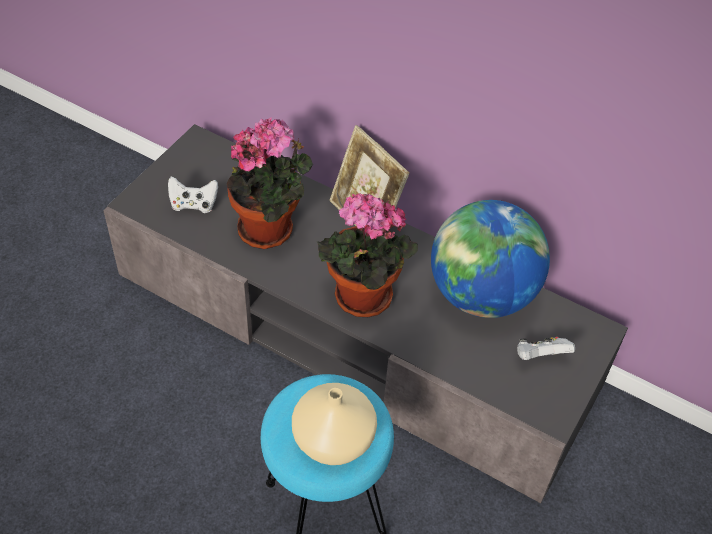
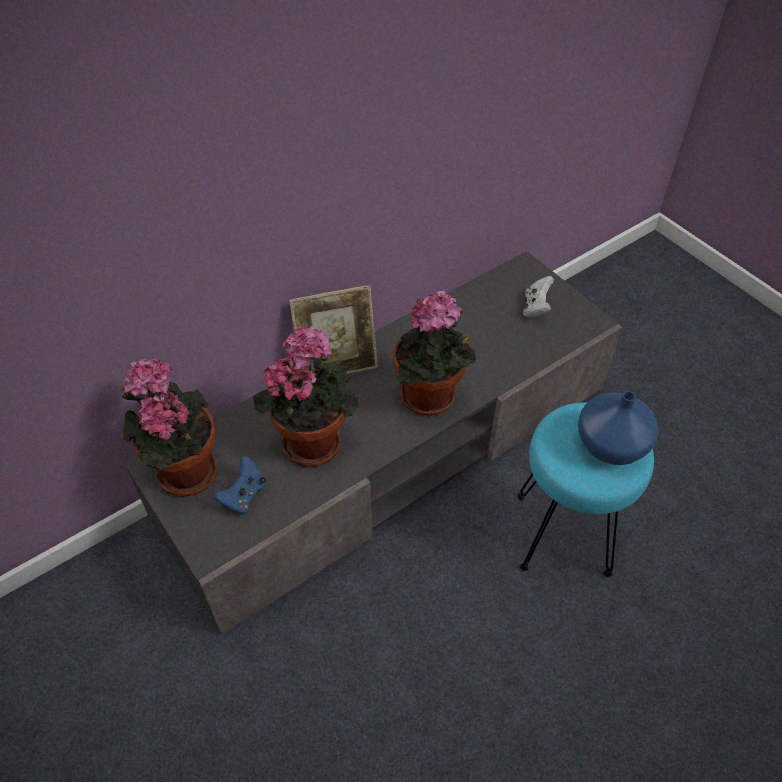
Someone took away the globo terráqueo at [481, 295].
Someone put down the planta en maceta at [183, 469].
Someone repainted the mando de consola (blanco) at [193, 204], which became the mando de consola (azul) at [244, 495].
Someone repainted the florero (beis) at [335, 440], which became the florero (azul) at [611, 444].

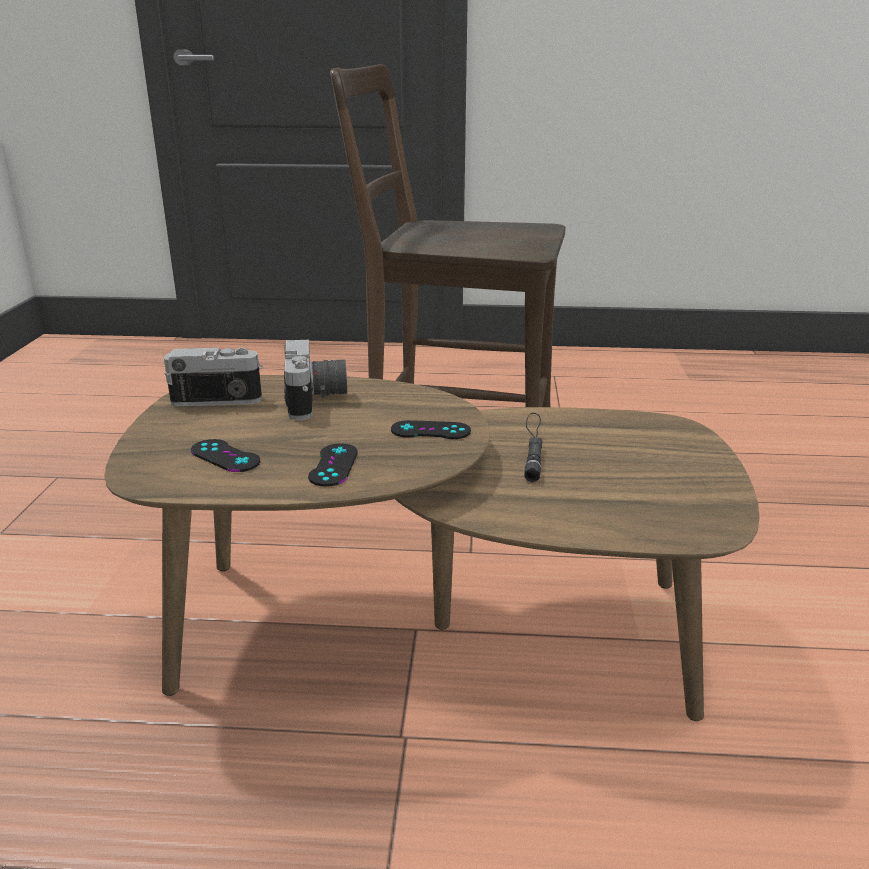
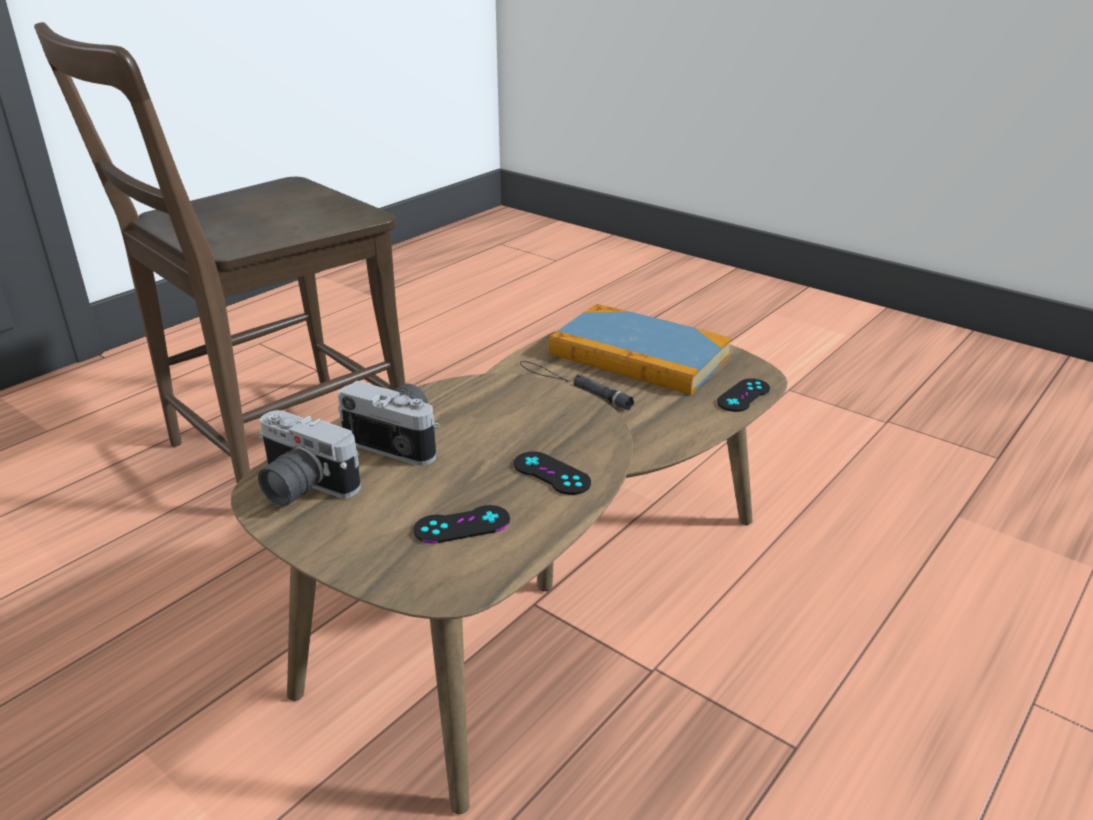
Someone put down the libro at [639, 355].
Someone carried the mando de consola (negro) from [430, 430] to [743, 395].
Someone rotated the cámara at [219, 394] by 90 degrees counterclockwise.

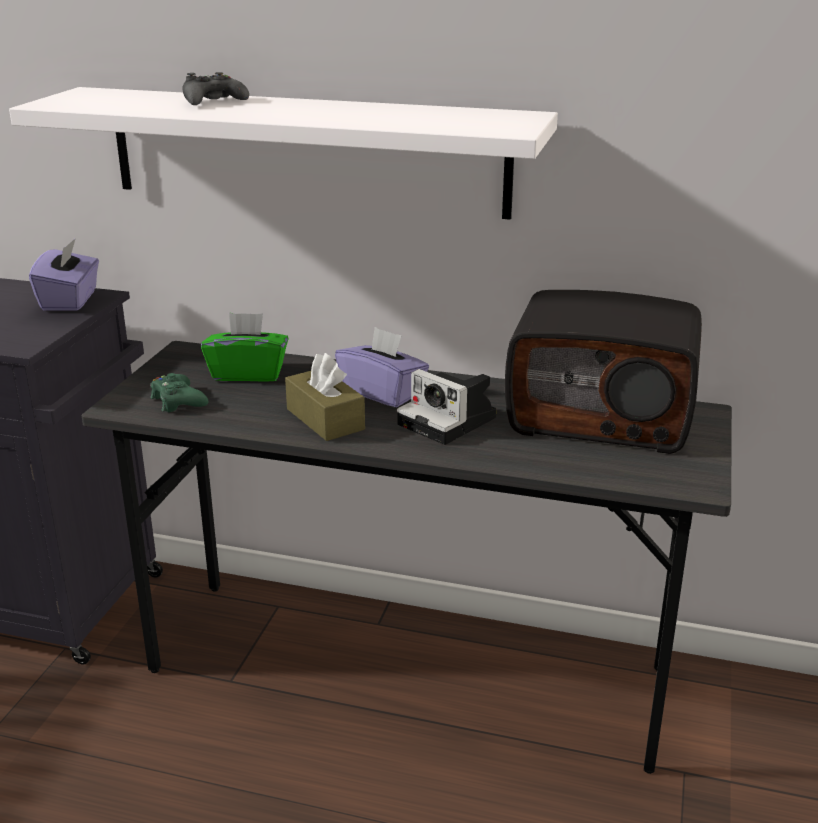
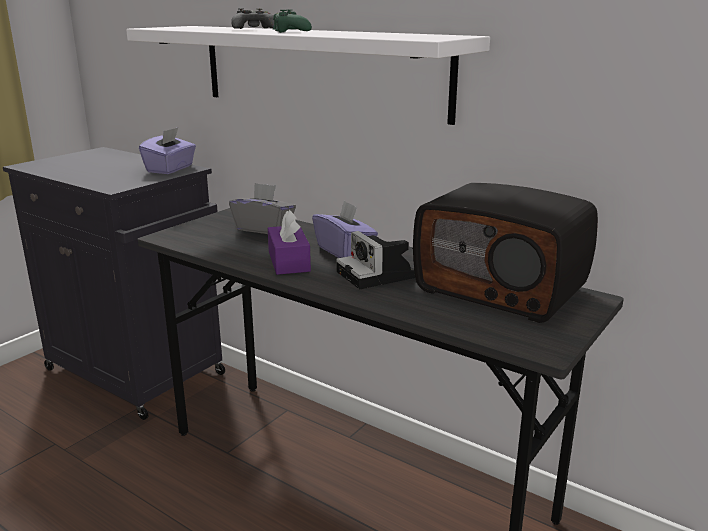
Someone carried the mando de consola (verde) from [178, 401] to [291, 31].
Someone repainted the caja de pañuelos (verde) at [248, 373], which became the caja de pañuelos (gris) at [264, 229].
Someone repainted the caja de pañuelos (marrón) at [325, 419], which became the caja de pañuelos (morado) at [289, 261].

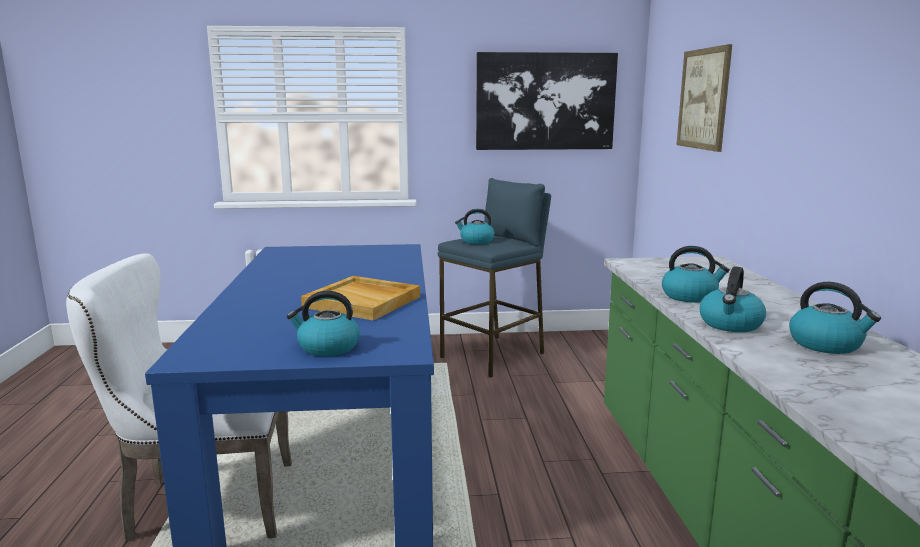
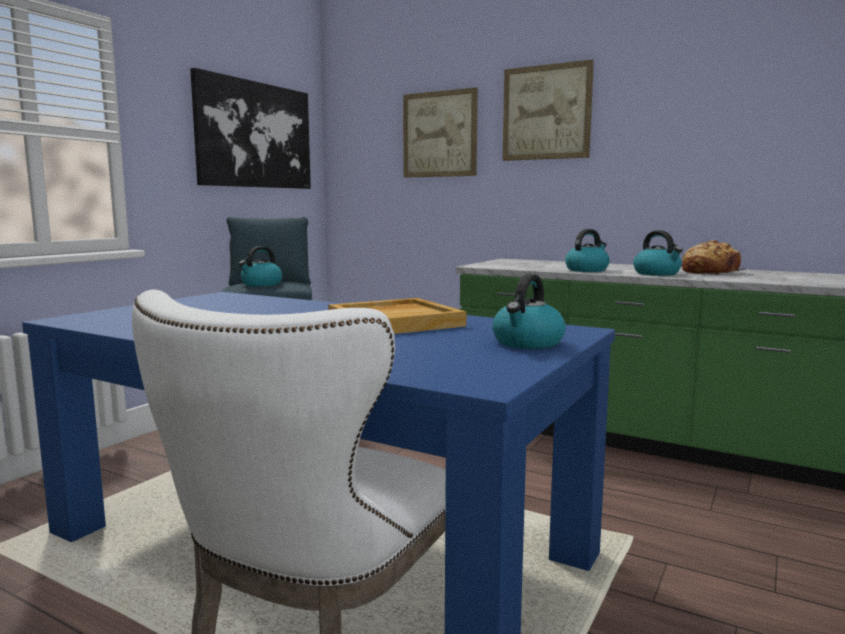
Someone put up the cuadro at [546, 112].
Someone swapped the hervidor at [826, 344] for the pan at [710, 272].

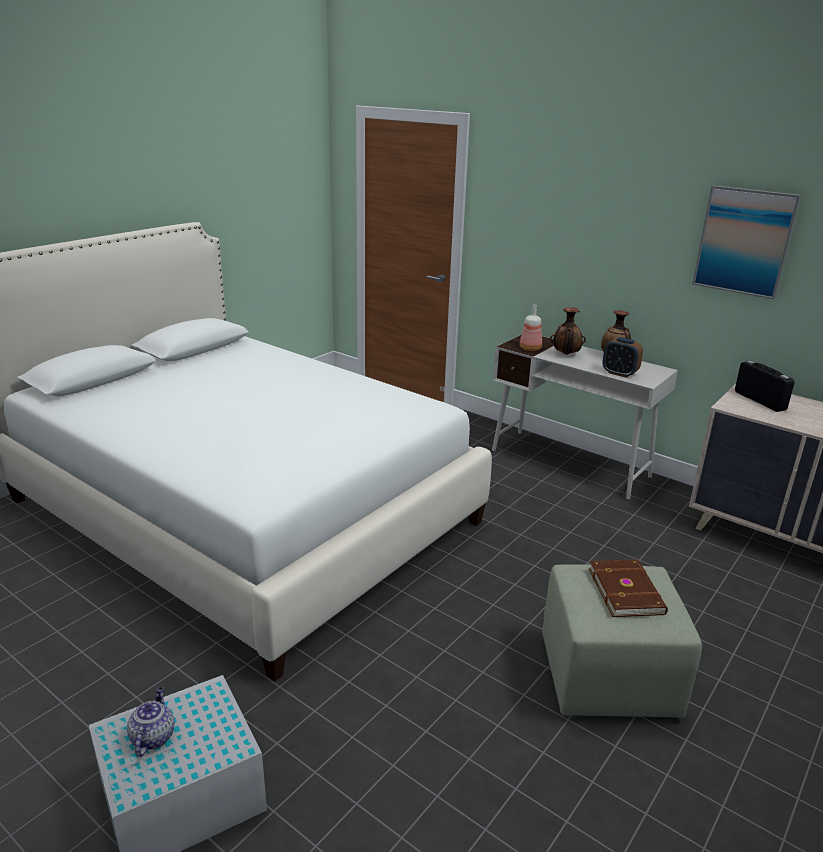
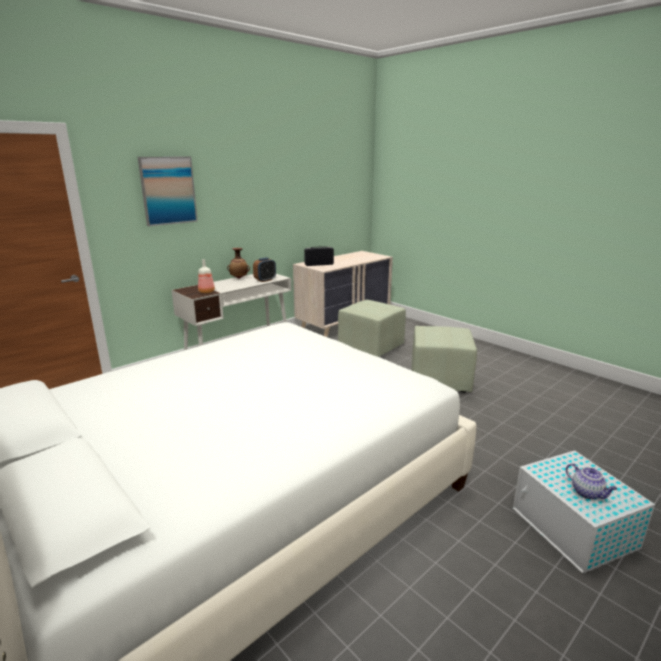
Someone took away the florero at [566, 354].
Someone took away the libro (marrón) at [627, 590].
Someone put down the puf (verde) at [371, 347].
Someone carried the cuadro from [744, 241] to [168, 190].
Someone rotated the tetera at [152, 737] by 135 degrees counterclockwise.

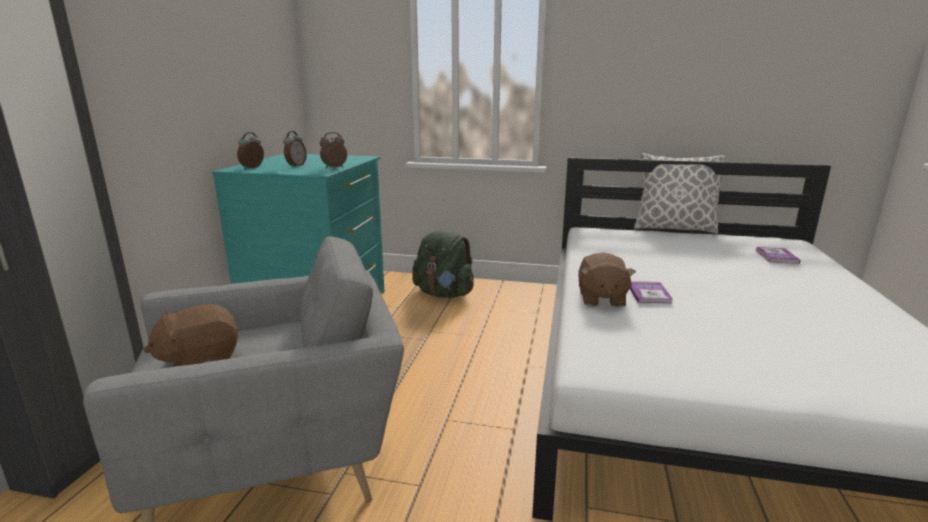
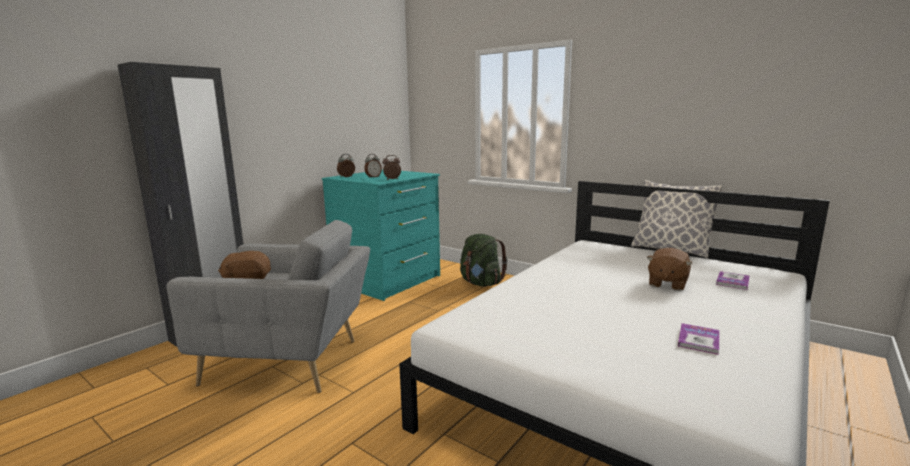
Someone carried the peluche (marrón) from [601, 299] to [667, 283].
Someone carried the libro from [649, 294] to [698, 340].

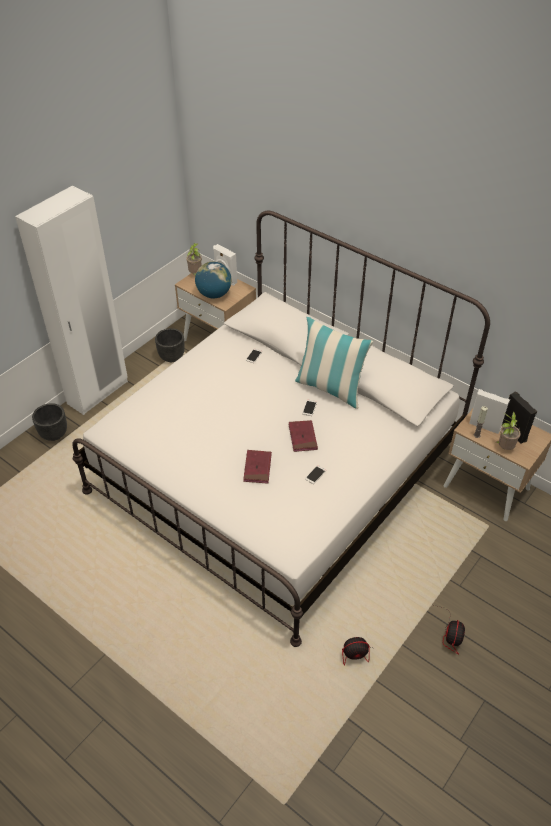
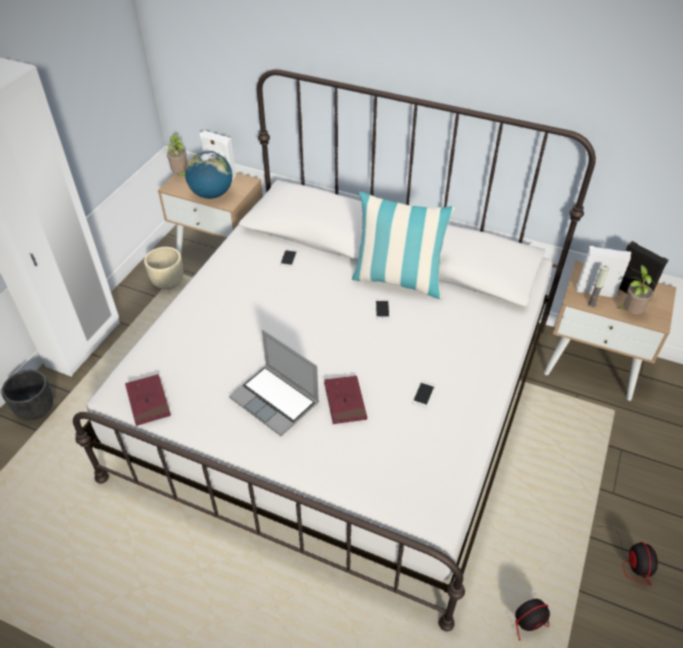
Someone put down the portátil at [276, 400].
Someone carried the libro (rojo) from [302, 437] to [148, 401].
Someone repainted the maceta (negro) at [172, 357], which became the maceta (beis) at [168, 282].

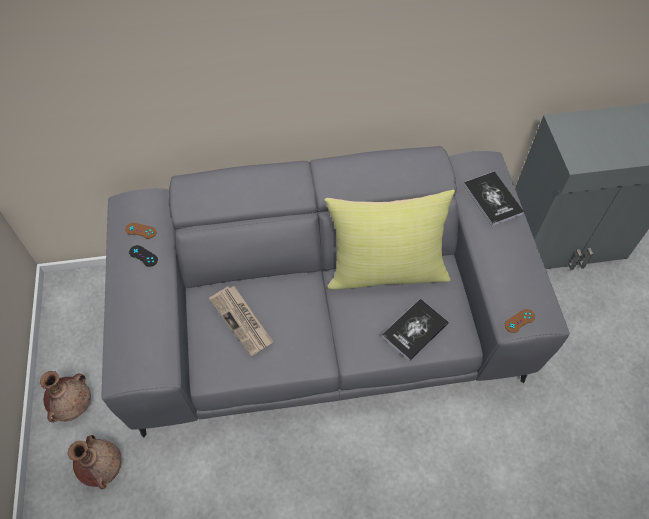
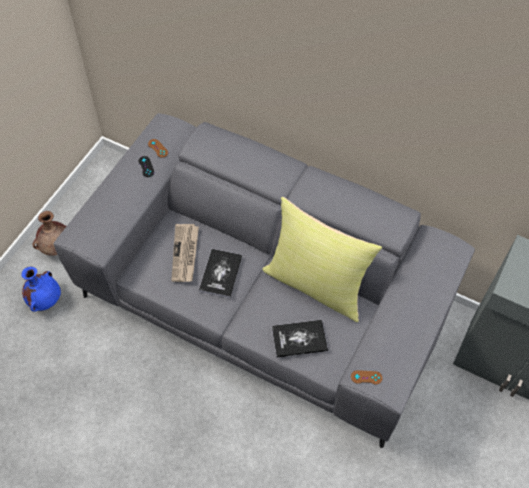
Someone carried the libro from [492, 199] to [220, 273].
Someone repainted the florero (marrón) at [103, 467], which became the florero (azul) at [45, 300].

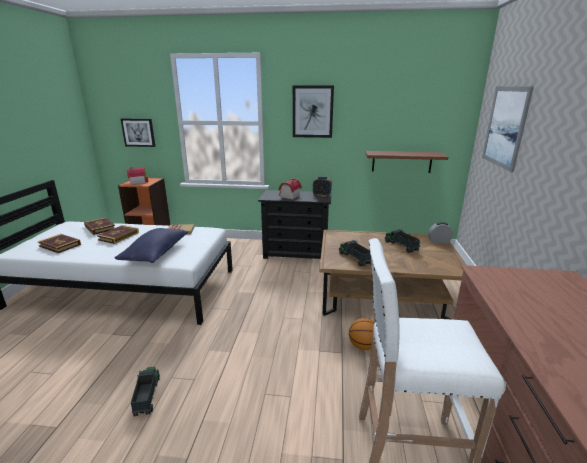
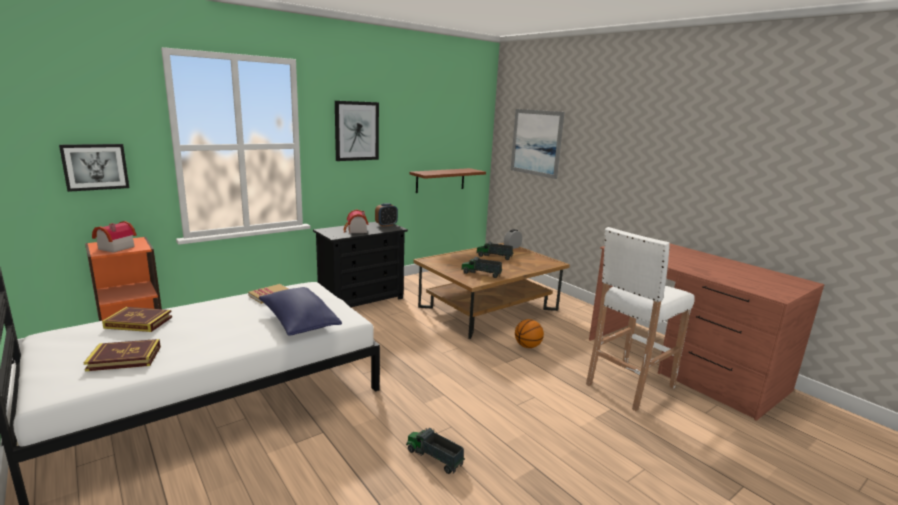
Someone took away the libro at [119, 236].

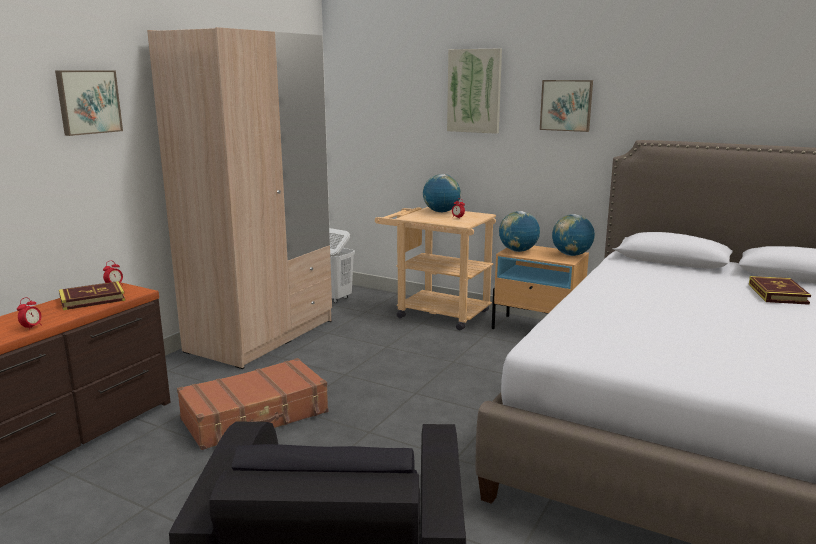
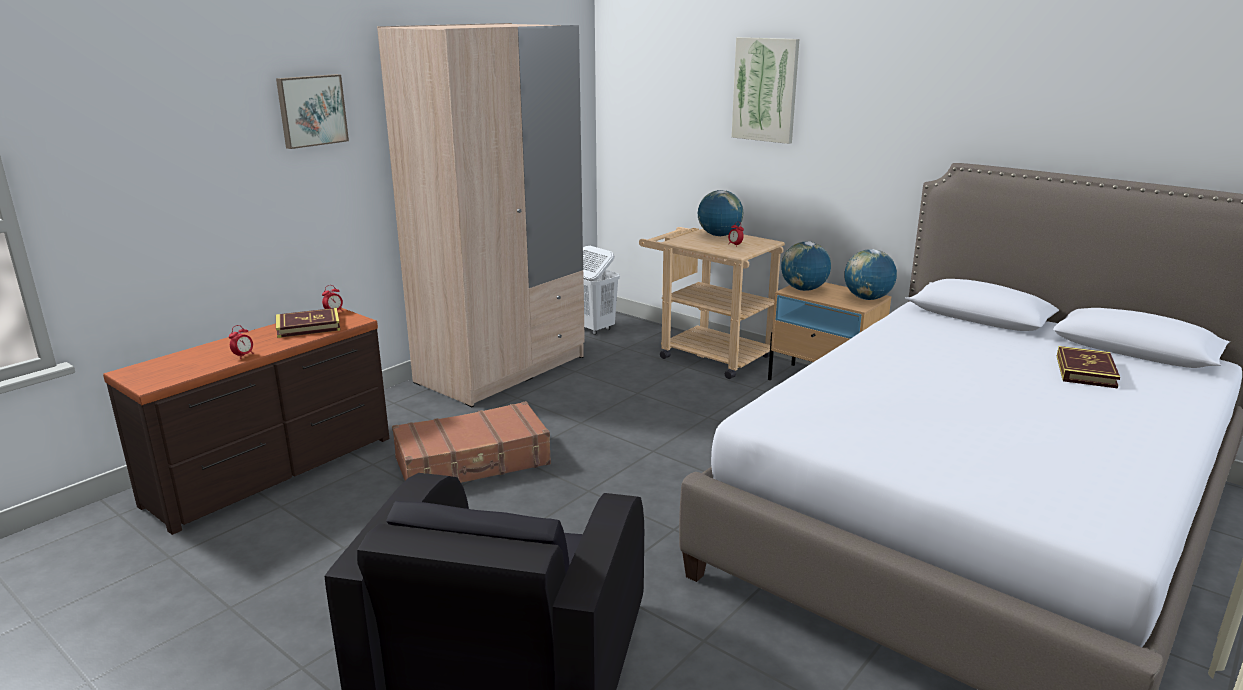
Someone took away the cuadro at [566, 105].

